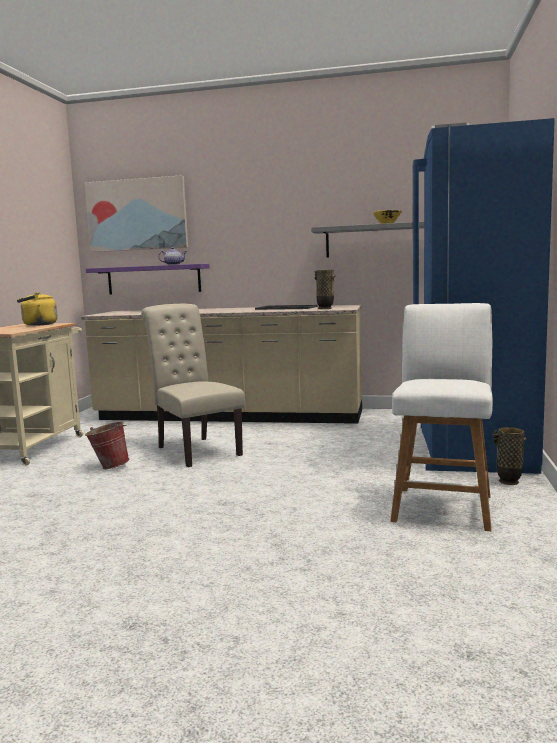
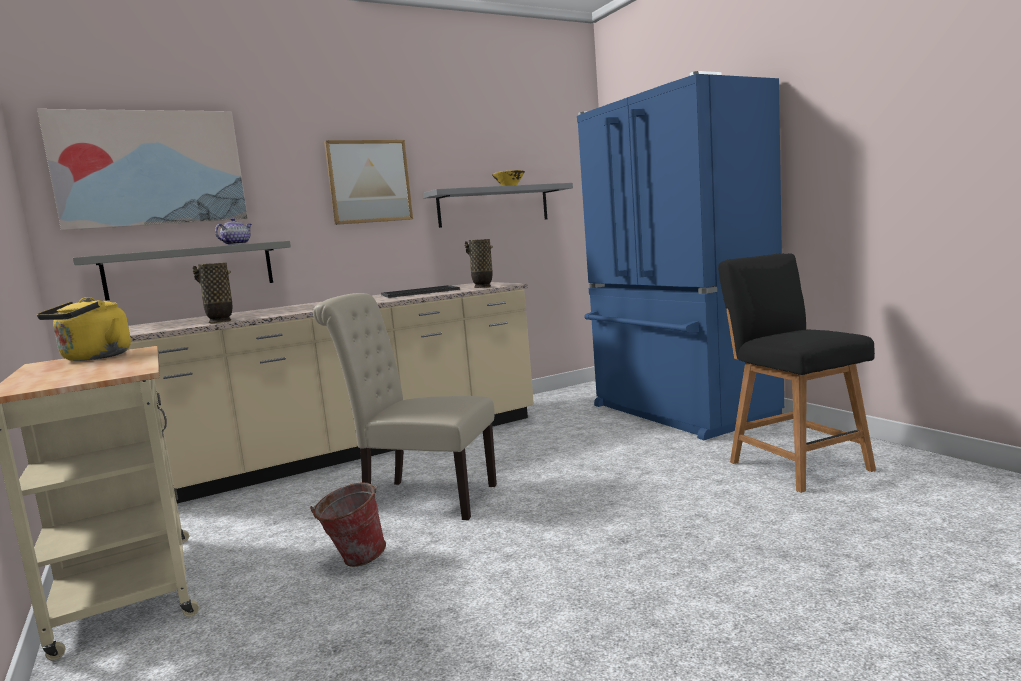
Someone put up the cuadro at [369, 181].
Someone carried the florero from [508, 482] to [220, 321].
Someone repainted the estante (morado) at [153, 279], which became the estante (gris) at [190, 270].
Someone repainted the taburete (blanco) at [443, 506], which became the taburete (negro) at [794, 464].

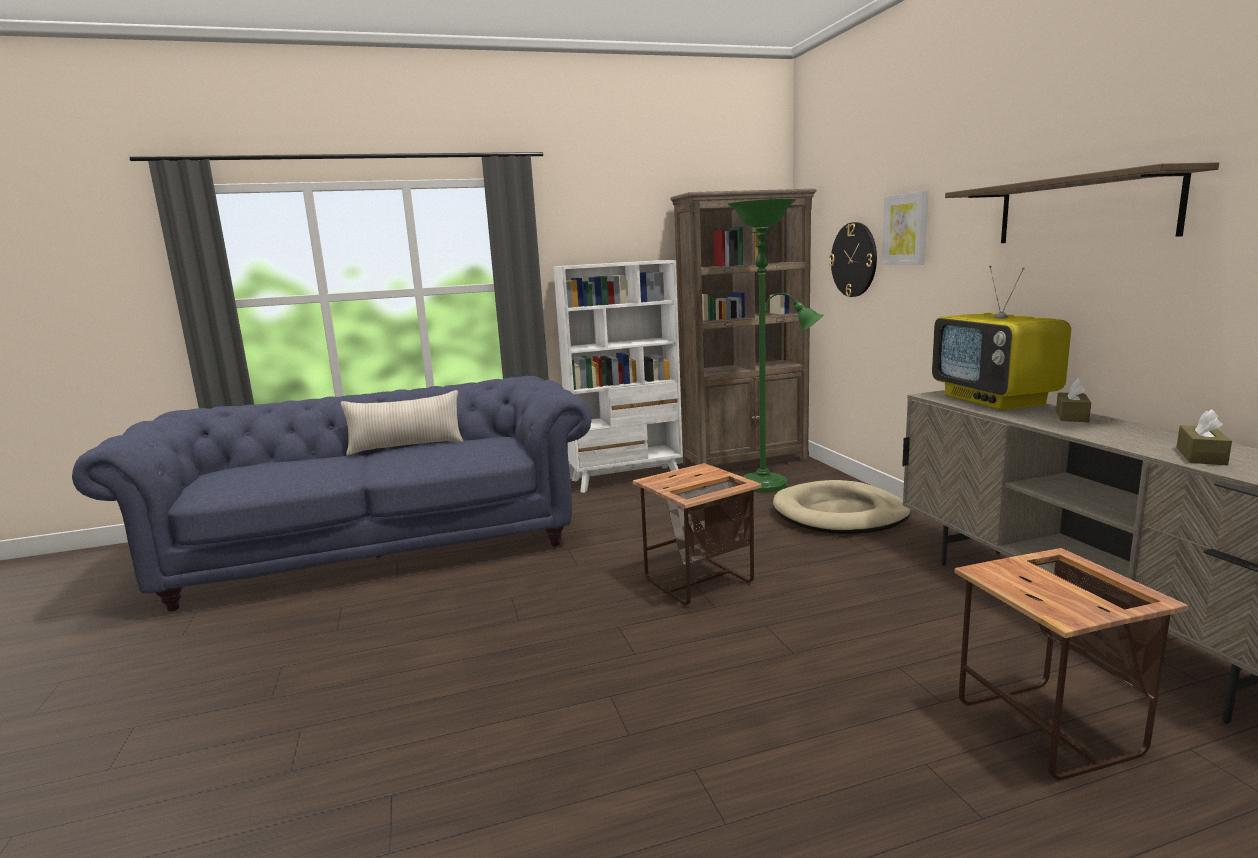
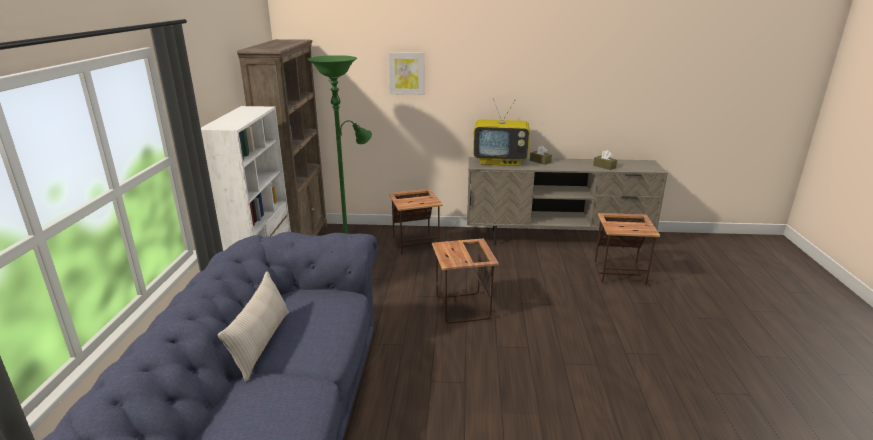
Someone took away the reloj de pared at [854, 259].
Someone took away the estante at [1083, 209].
Someone swapped the cama para perro (beis) at [840, 514] for the mesa auxiliar at [416, 245].

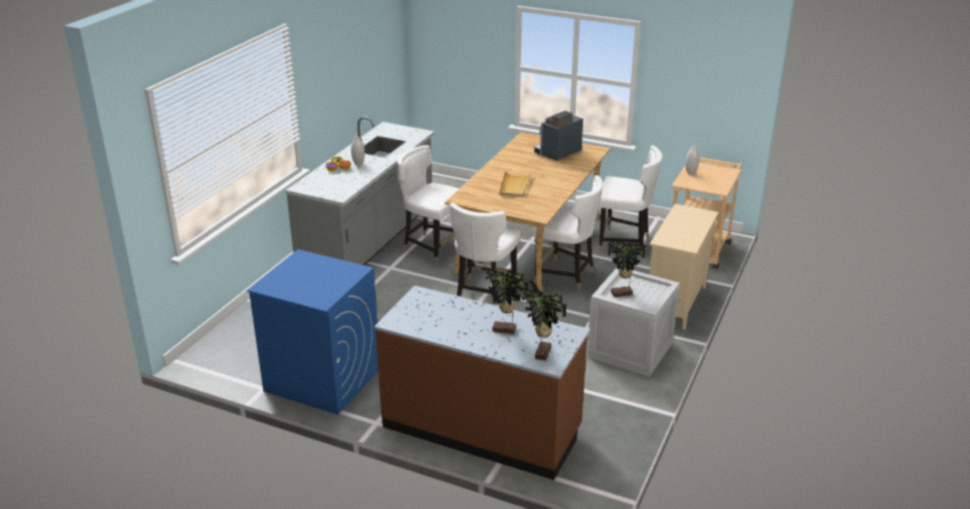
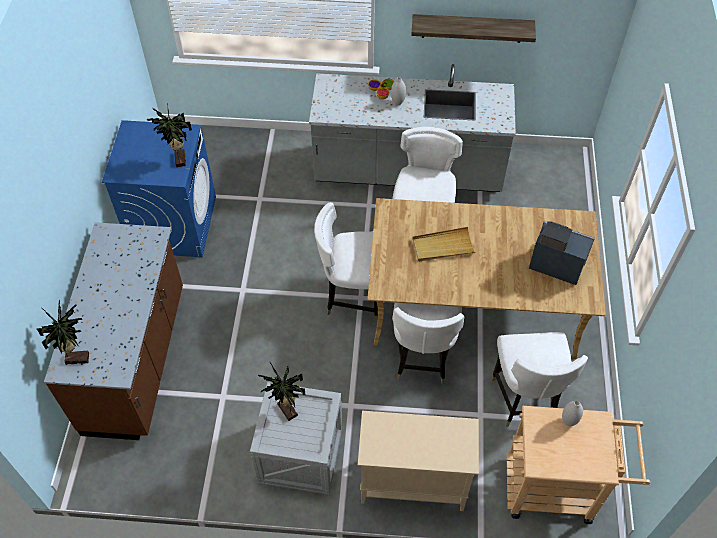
Someone put up the estante at [472, 28].
Someone carried the planta en maceta from [504, 331] to [179, 160].

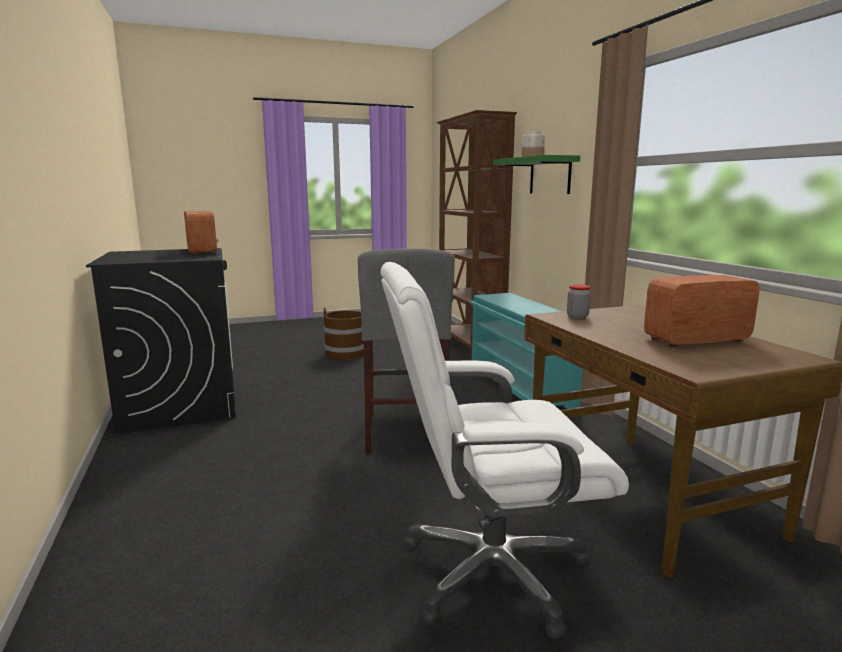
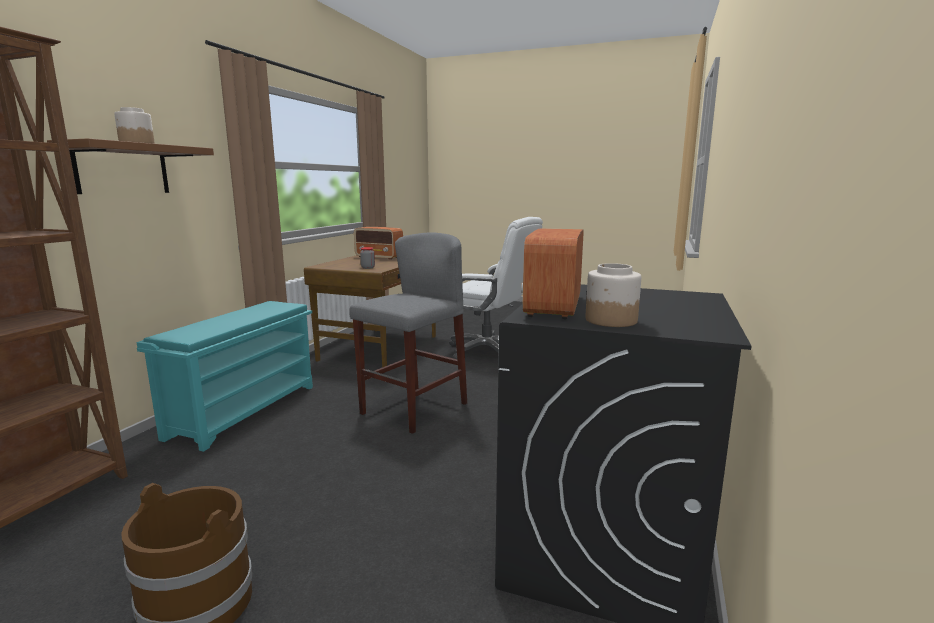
Someone put down the tarro at [610, 320].
Someone repainted the estante (verde) at [550, 176], which became the estante (marrón) at [122, 169].

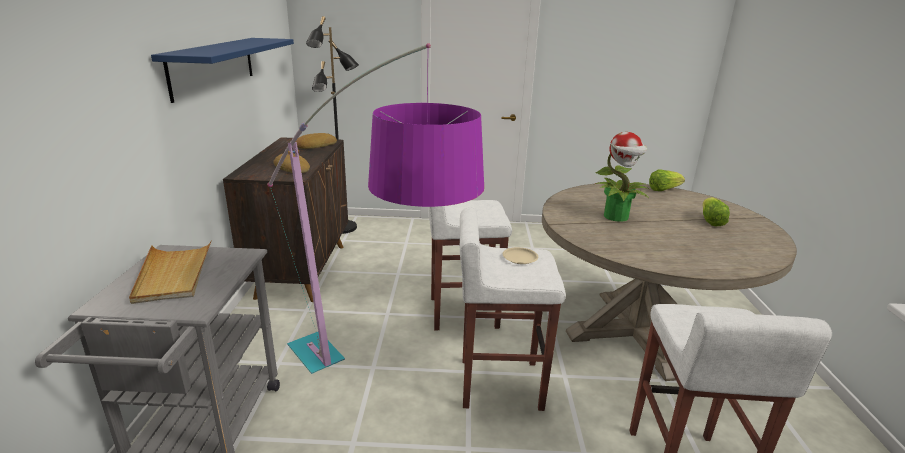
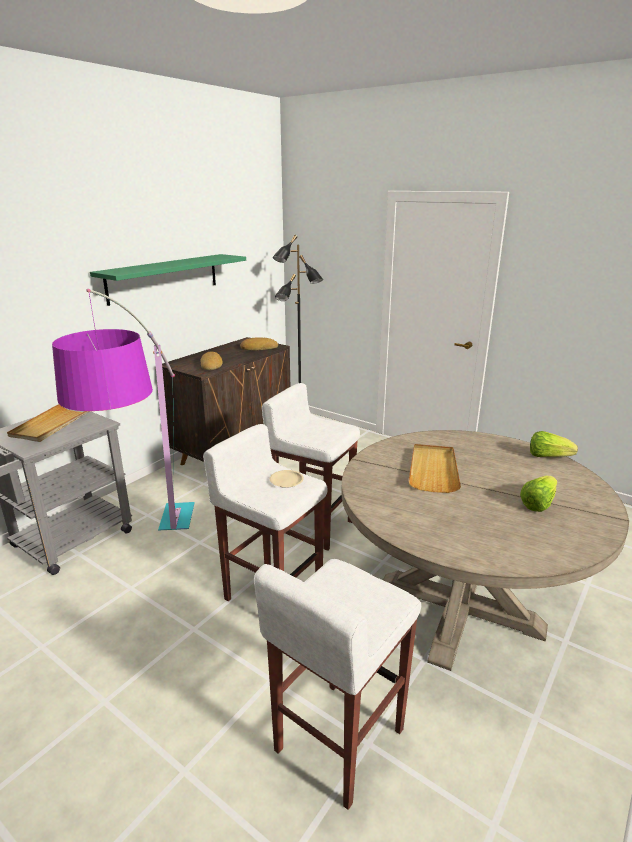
Someone swapped the planta en maceta at [616, 217] for the bandeja (beis) at [433, 470].
Someone repainted the estante (azul) at [214, 66], which became the estante (verde) at [164, 278].

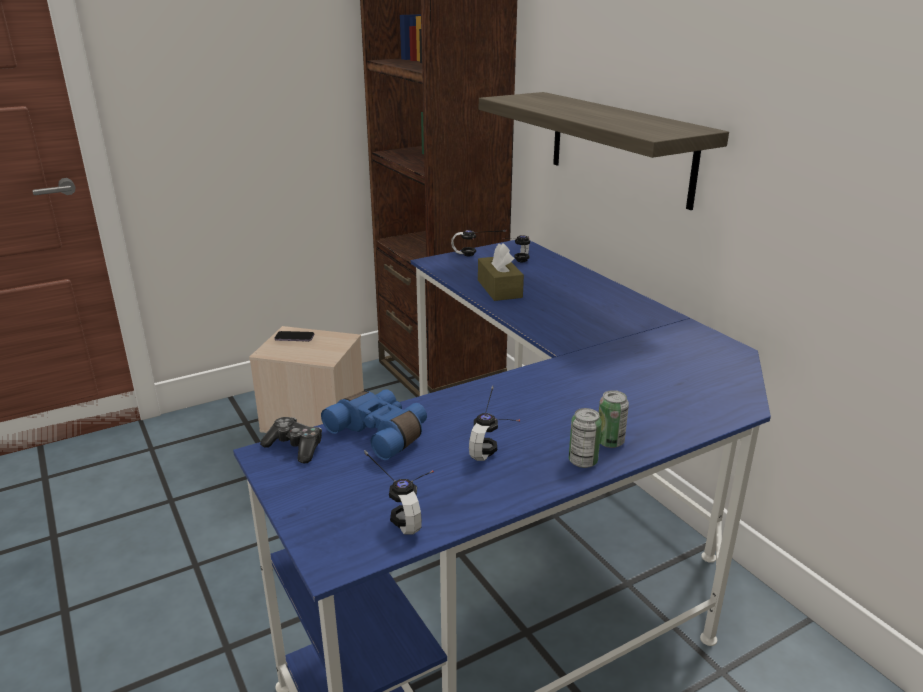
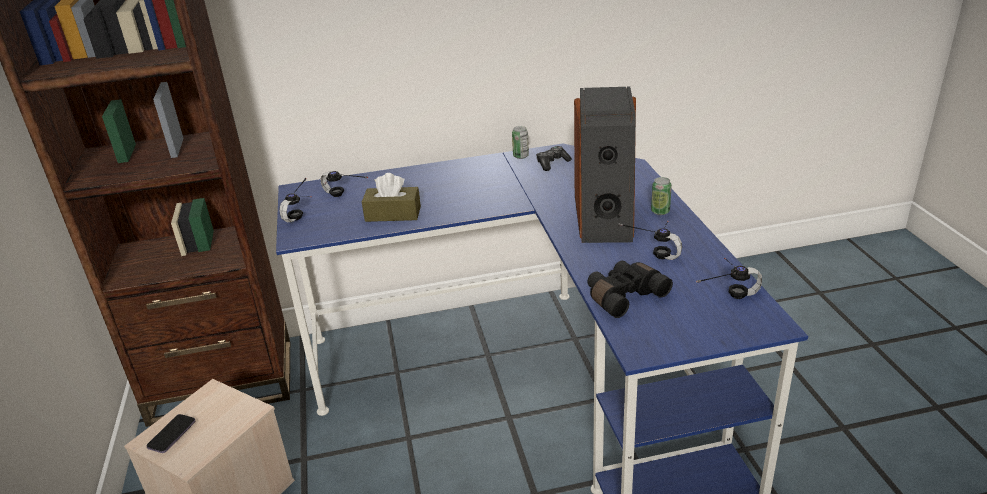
Someone took away the estante at [620, 147].
Someone put down the altavoz at [605, 217].
Someone carried the mando de consola from [295, 447] to [552, 163].
Someone carried the lata from [583, 461] to [521, 156].
Someone repainted the prismáticos (azul) at [381, 433], which became the prismáticos (negro) at [623, 296].

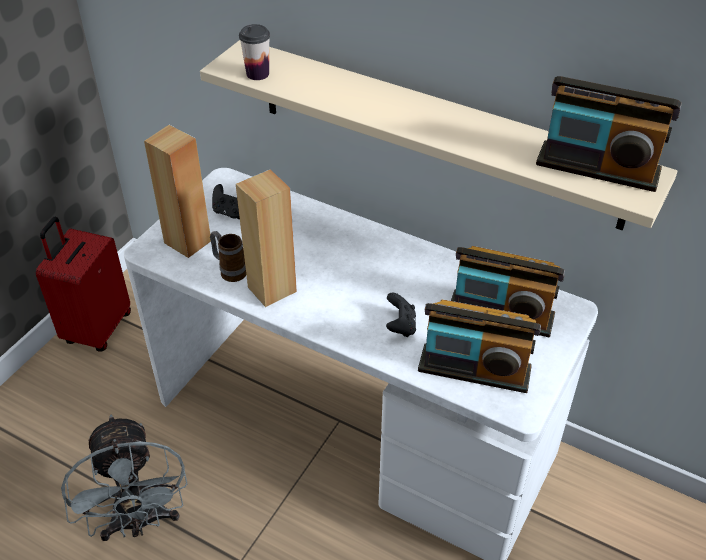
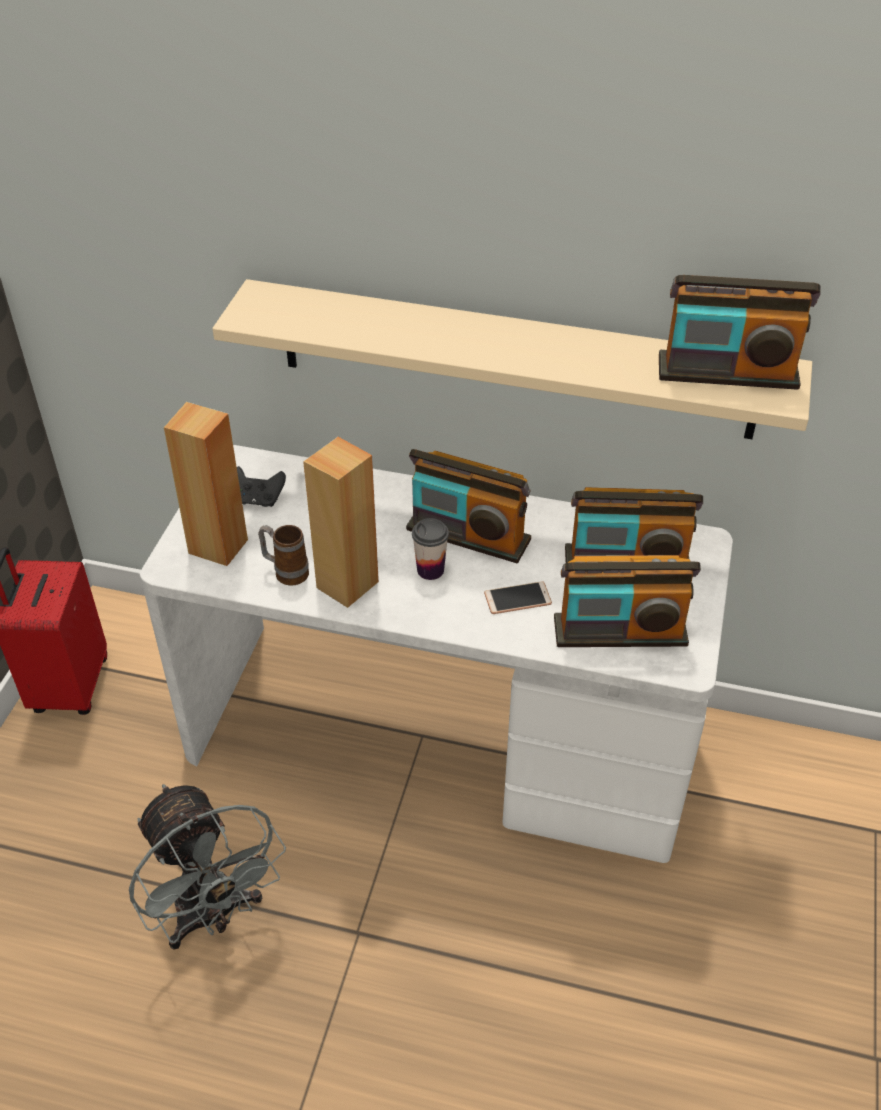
Someone put down the radio at [468, 535].
Someone carried the taza from [257, 74] to [430, 570].
Someone swapped the mando de consola (negro) at [400, 326] for the móvil at [517, 599].

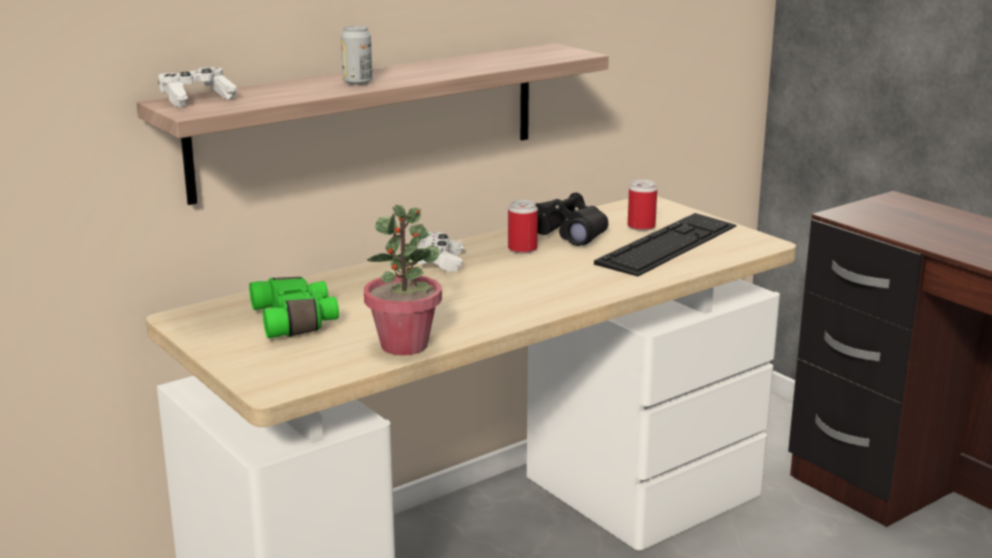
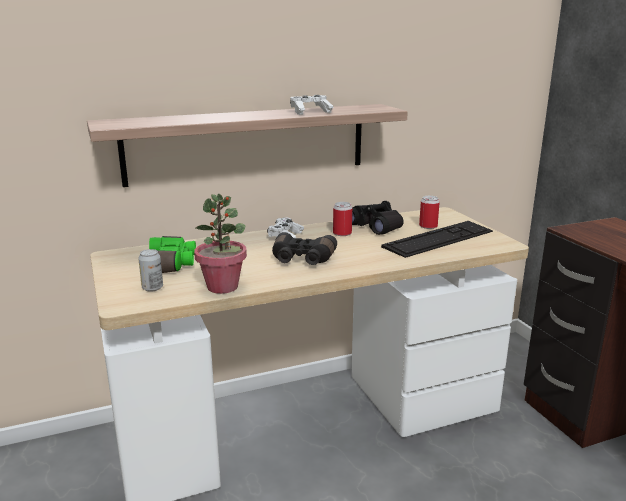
Someone put down the prismáticos (negro) at [302, 259].
Someone carried the mando de consola (blanco) from [197, 99] to [310, 112].
Someone carried the lata from [357, 82] to [152, 288].

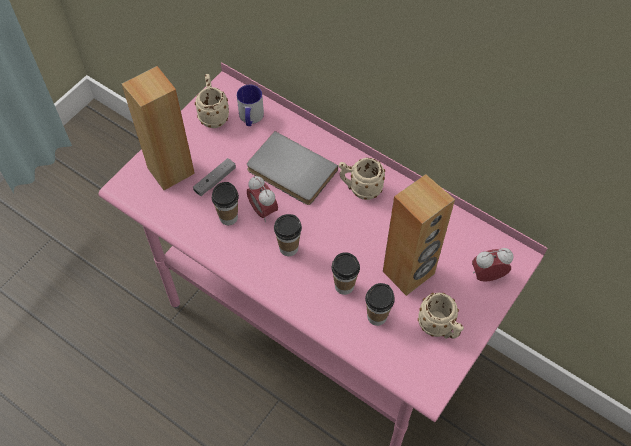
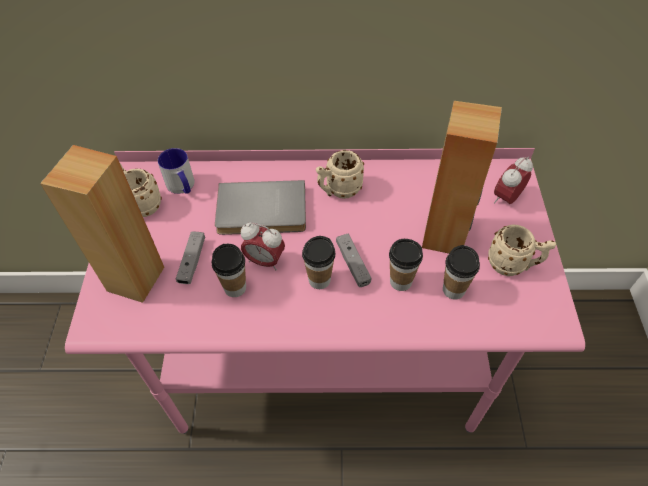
Someone put down the mando de consola (gris) at [353, 264].

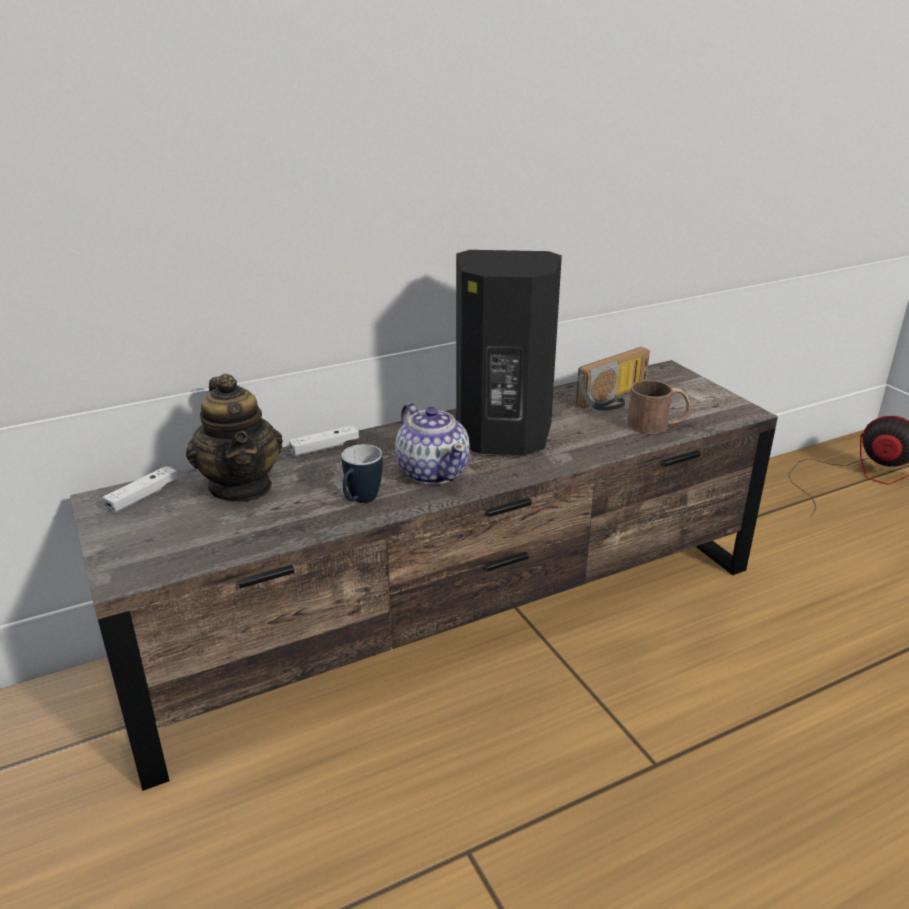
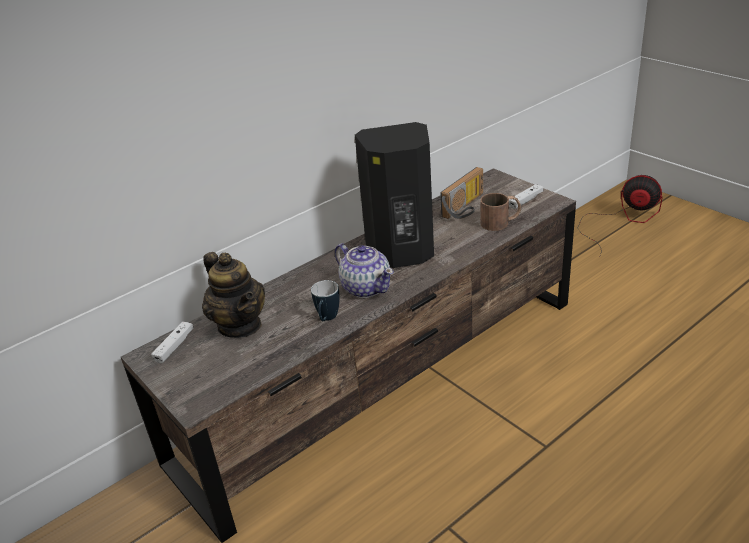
Someone carried the mando de consola (blanco) from [325, 448] to [525, 201].

